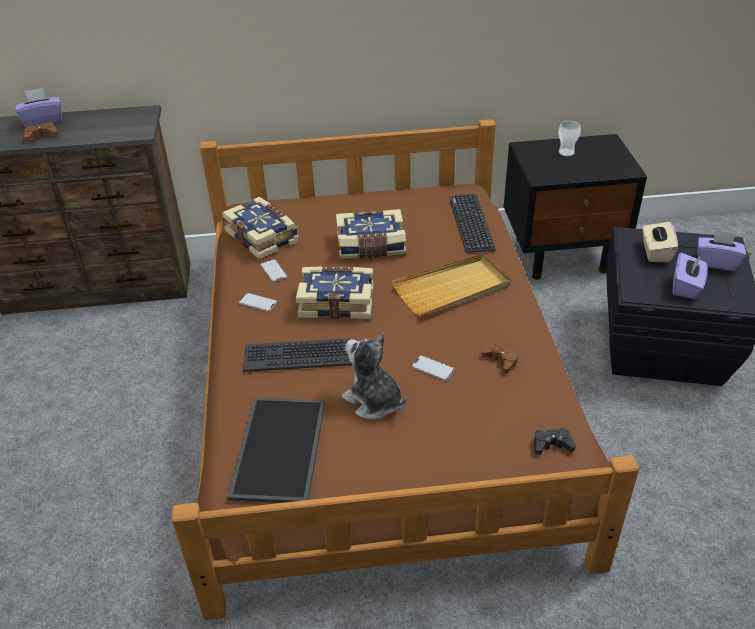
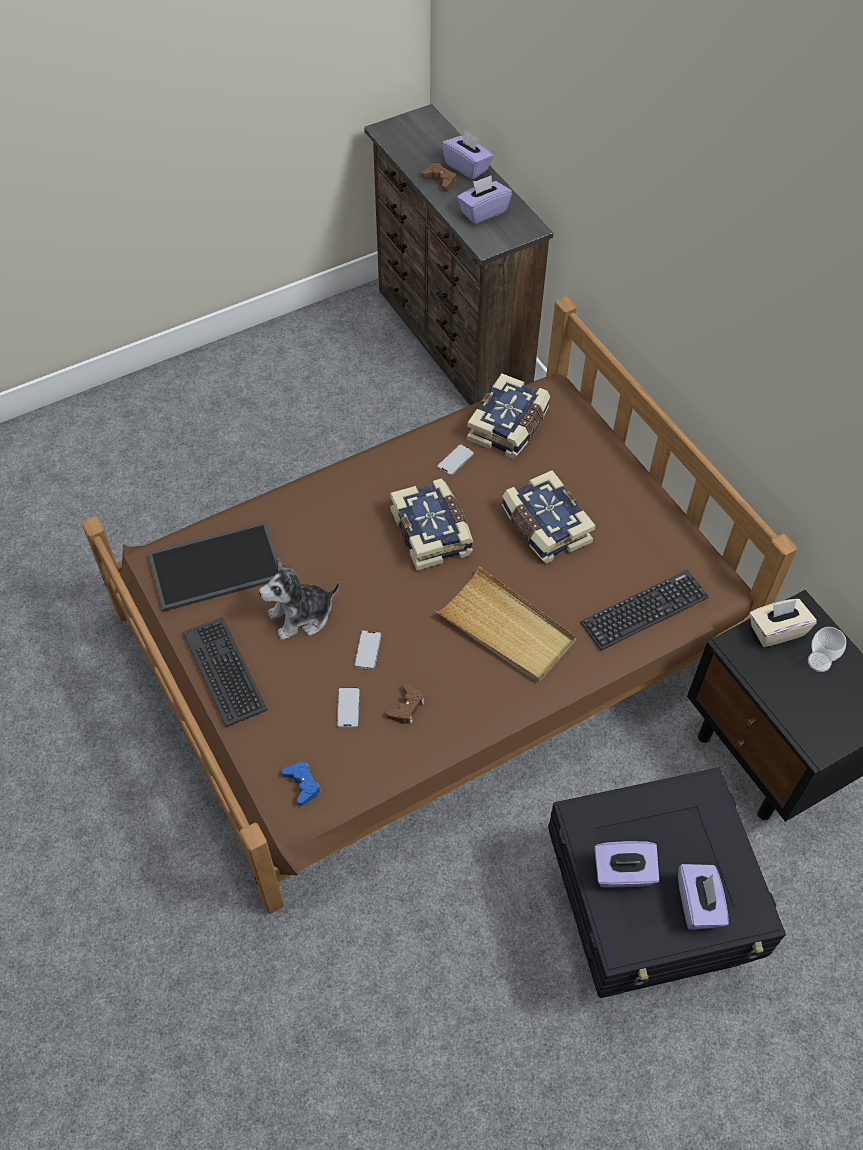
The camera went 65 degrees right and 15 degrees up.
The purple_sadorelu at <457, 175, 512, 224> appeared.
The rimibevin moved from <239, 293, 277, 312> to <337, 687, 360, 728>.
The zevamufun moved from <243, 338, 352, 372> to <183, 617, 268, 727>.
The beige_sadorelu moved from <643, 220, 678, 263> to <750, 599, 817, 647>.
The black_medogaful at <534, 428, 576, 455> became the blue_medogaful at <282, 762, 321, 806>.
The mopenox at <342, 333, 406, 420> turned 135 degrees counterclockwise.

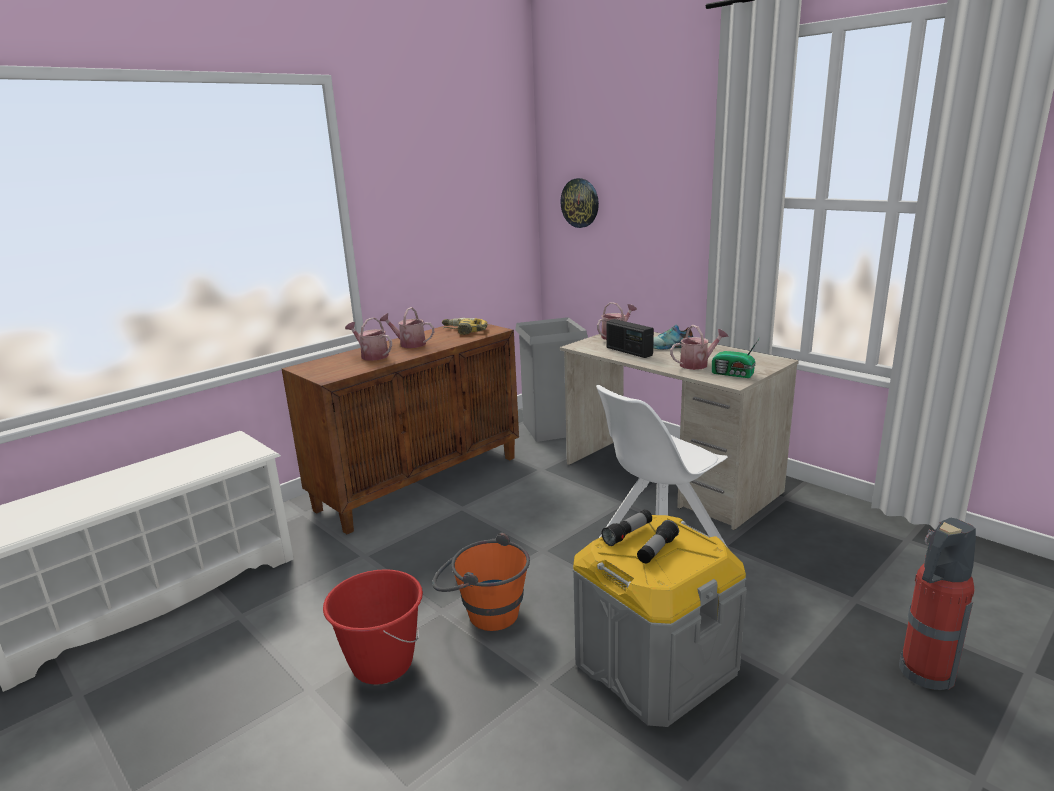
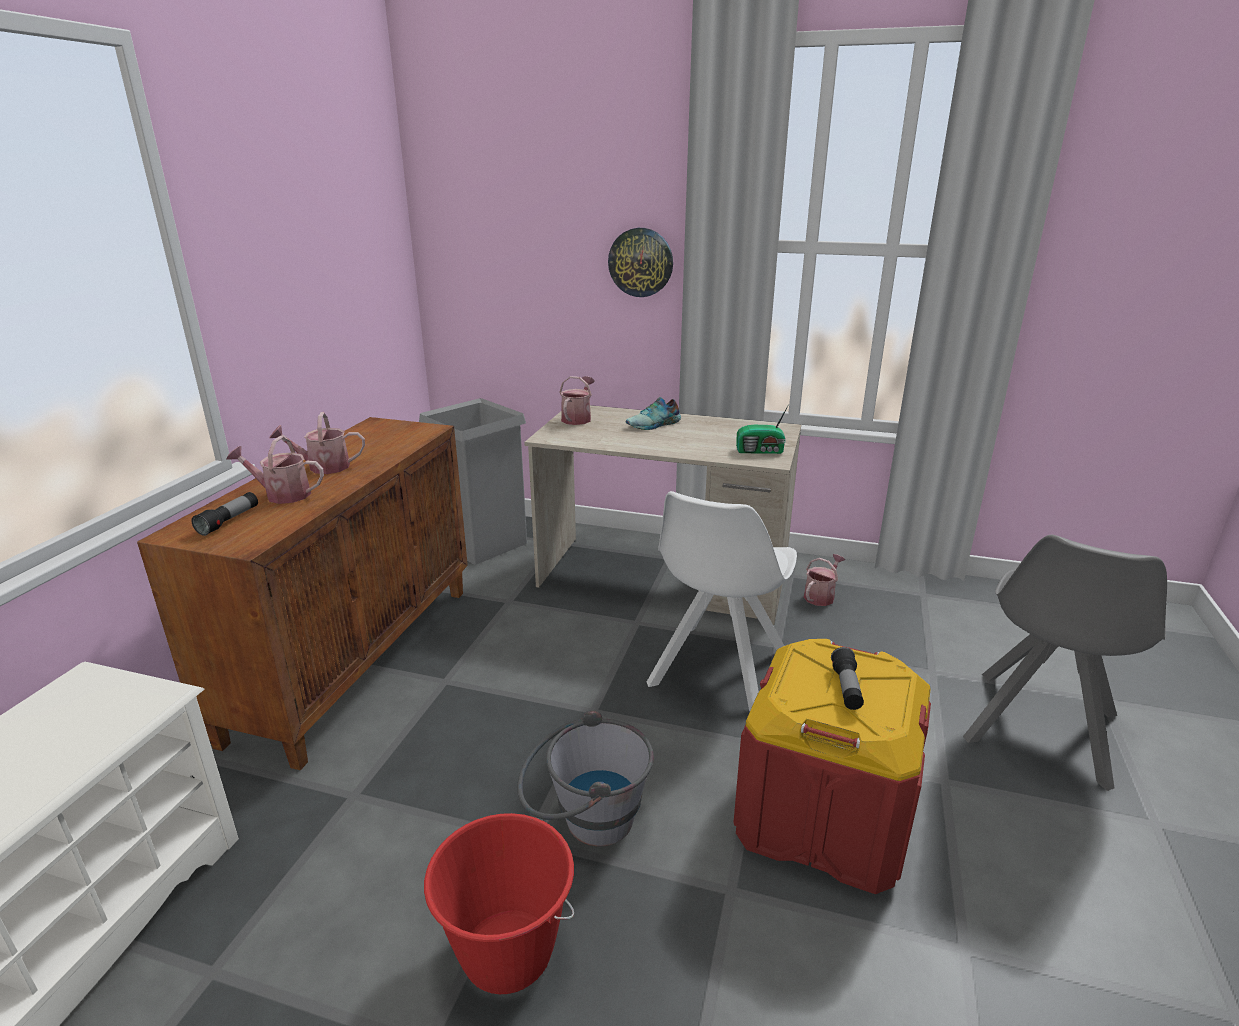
The camera went 30 degrees left and 5 degrees up.
The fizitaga at <442, 318, 487, 335> disappeared.
The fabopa at <606, 319, 654, 358> disappeared.
The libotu moved from <560, 178, 599, 228> to <608, 228, 673, 297>.
The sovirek moved from <601, 509, 652, 546> to <191, 492, 258, 536>.
The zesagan moved from <670, 325, 729, 370> to <804, 554, 845, 606>.
The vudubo at <899, 517, 976, 690> was replaced by the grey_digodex at <963, 535, 1167, 791>.
The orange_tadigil at <432, 532, 530, 631> became the grey_tadigil at <517, 710, 654, 846>.
The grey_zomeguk at <573, 515, 746, 727> became the red_zomeguk at <733, 639, 931, 894>.

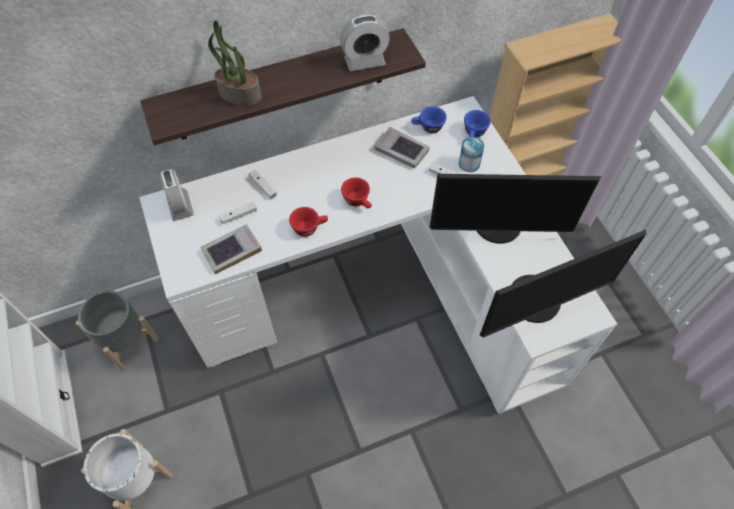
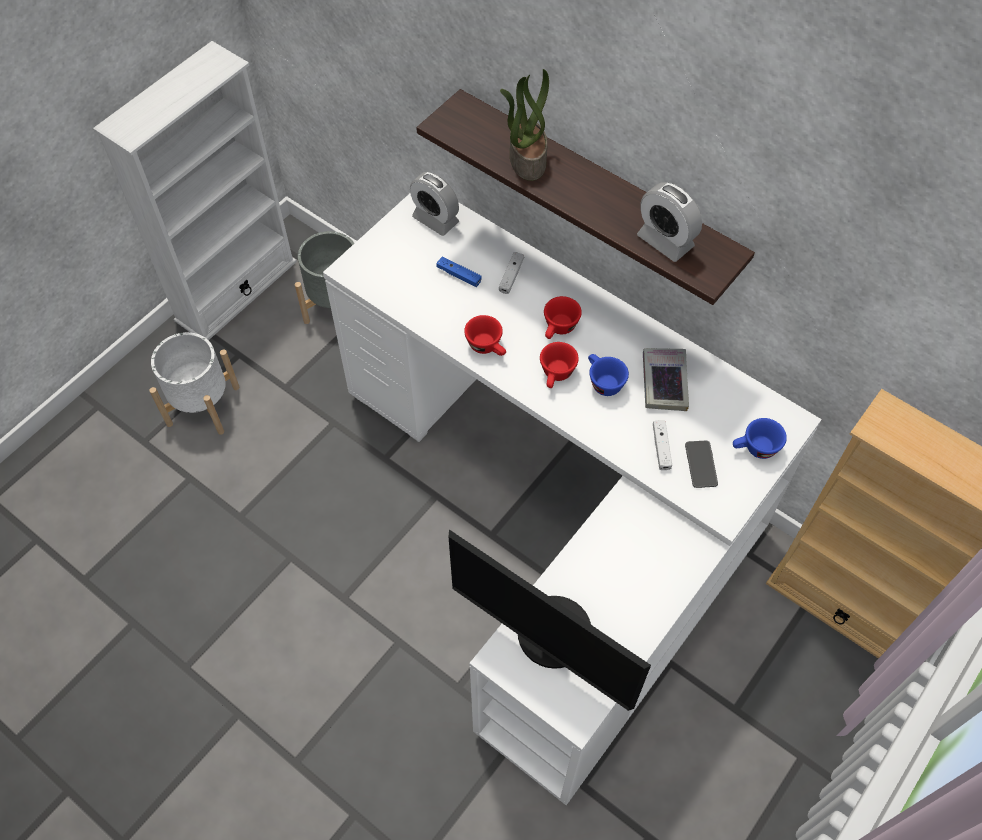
The camera went 60 degrees right and 0 degrees up.
The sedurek at <201, 224, 262, 275> disappeared.
The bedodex at <430, 174, 601, 244> disappeared.
The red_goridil at <544, 296, 582, 339> appeared.
The blue_goridil moved from <411, 106, 447, 133> to <588, 354, 629, 396>.
The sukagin at <459, 137, 484, 172> was replaced by the rimibevin at <685, 441, 718, 488>.
The white_medogaful at <219, 201, 257, 224> became the blue_medogaful at <437, 256, 481, 287>.
The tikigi at <160, 168, 194, 221> turned 90 degrees counterclockwise.

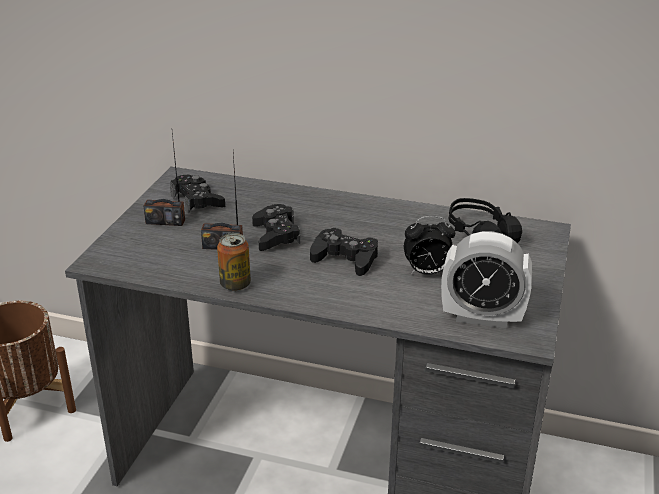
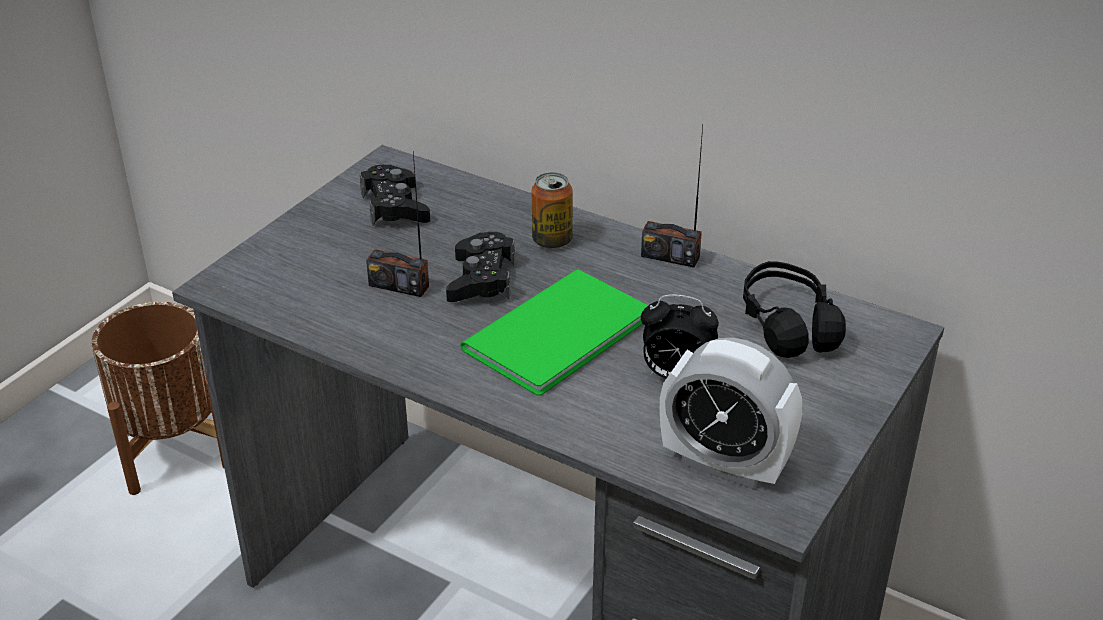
The camera went 15 degrees right and 5 degrees up.
The fabopa moved from <144, 133, 185, 226> to <641, 126, 703, 268>.
The sukagin moved from <217, 233, 251, 291> to <531, 172, 573, 249>.
The black_medogaful at <310, 228, 378, 276> was replaced by the green_sedurek at <460, 269, 648, 396>.

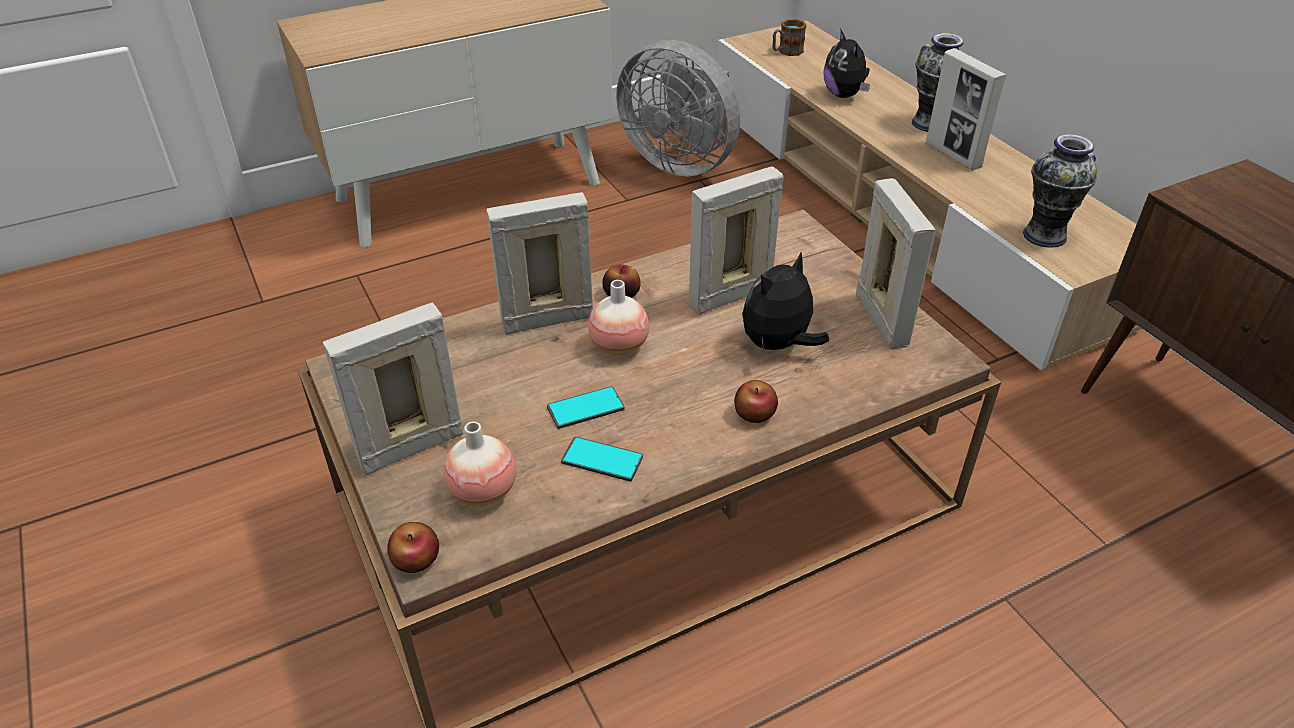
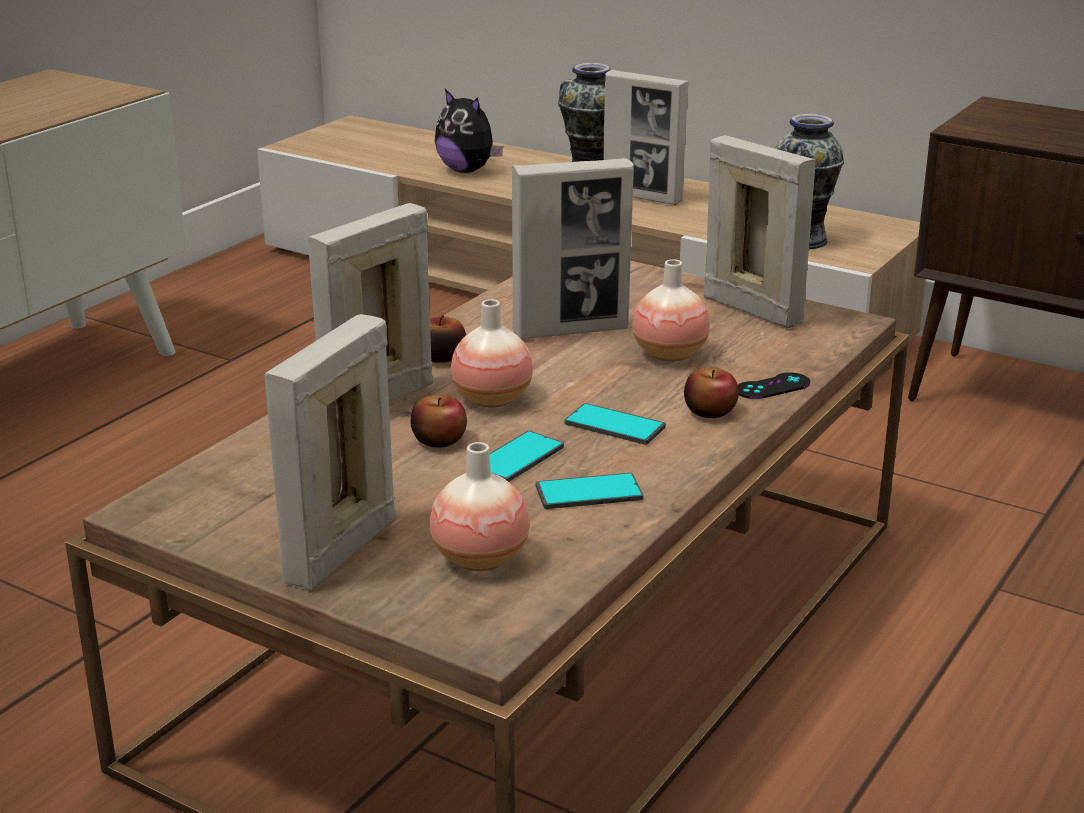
The camera went 30 degrees left and 15 degrees down.
The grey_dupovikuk at <616, 40, 740, 176> disappeared.
The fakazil at <773, 19, 807, 56> disappeared.
The rimibevin at <565, 403, 666, 445> appeared.
The black_medogaful at <738, 372, 810, 399> appeared.
The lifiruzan moved from <387, 522, 439, 573> to <411, 395, 467, 447>.
The mopenox at <742, 252, 829, 351> was replaced by the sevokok at <632, 259, 710, 362>.
The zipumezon at <689, 166, 783, 315> turned 135 degrees counterclockwise.

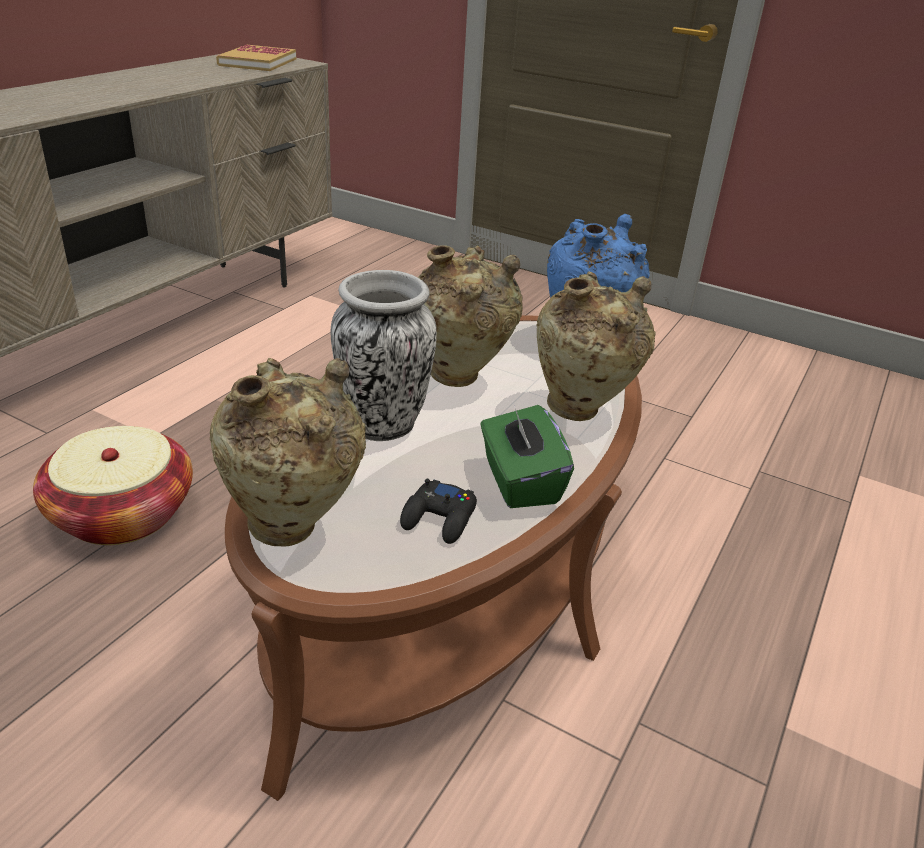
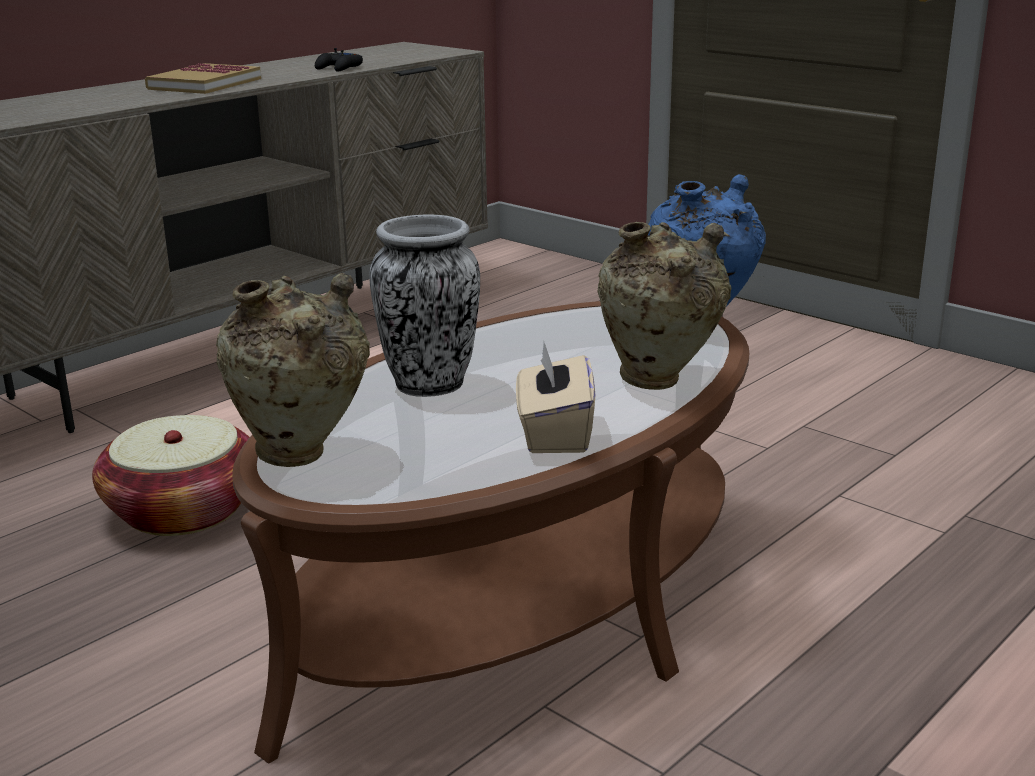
The camera went 15 degrees right and 10 degrees down.
The beige_sevokok at <418, 245, 523, 387> disappeared.
The sedurek moved from <216, 45, 296, 71> to <145, 63, 261, 94>.
The black_medogaful moved from <400, 479, 477, 544> to <315, 48, 363, 72>.
The green_sadorelu at <480, 403, 574, 508> became the beige_sadorelu at <516, 341, 595, 453>.

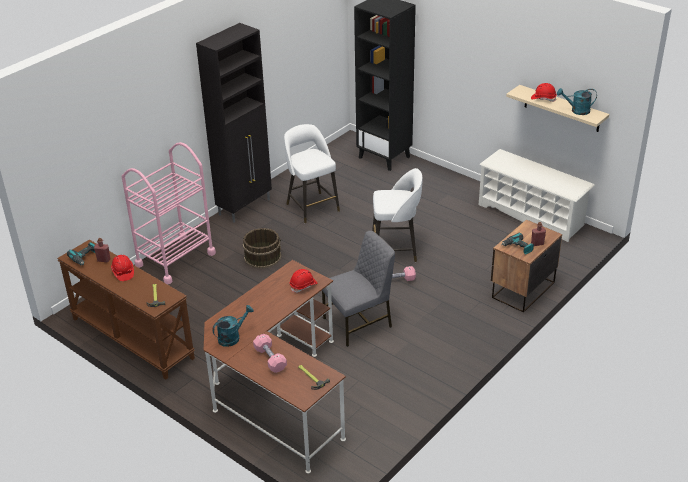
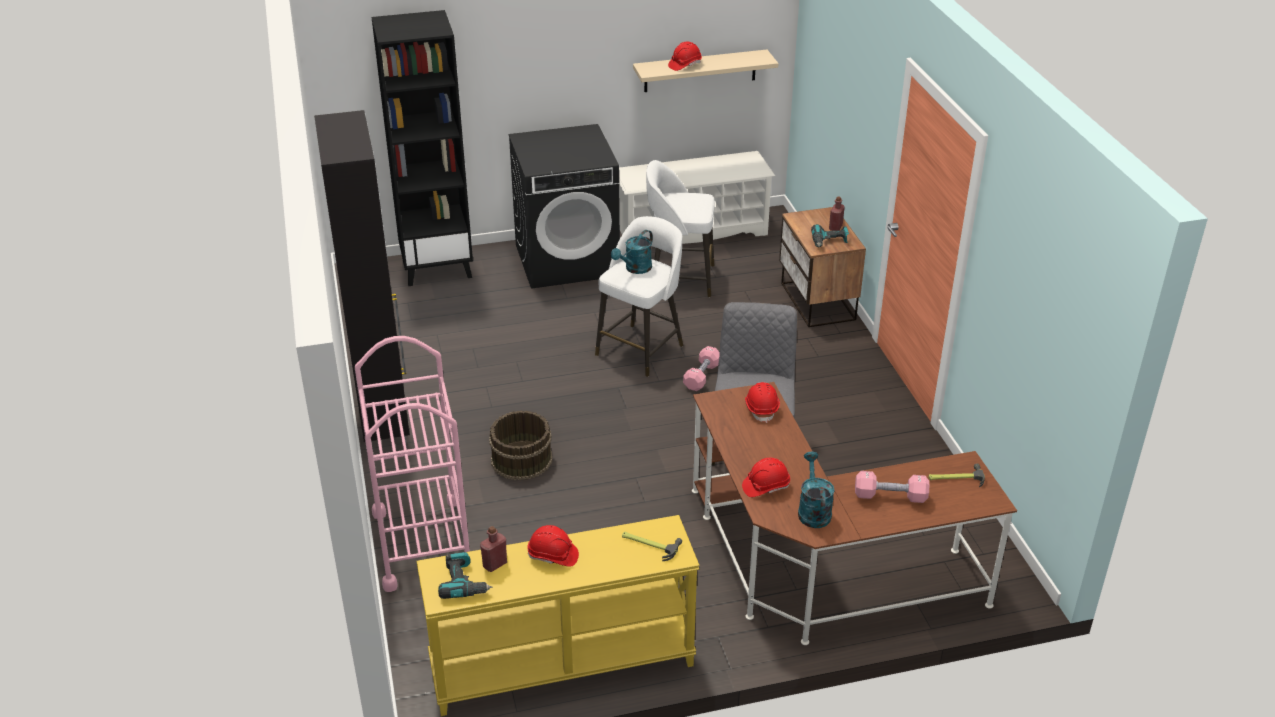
The camera went 55 degrees left and 0 degrees up.
The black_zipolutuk at <509, 124, 620, 289> appeared.
The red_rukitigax at <742, 458, 790, 497> appeared.
The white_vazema moved from <284, 124, 340, 223> to <646, 160, 715, 297>.
The turquoise_zesagan moved from <557, 88, 597, 115> to <611, 230, 653, 274>.
The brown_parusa at <57, 239, 195, 380> became the yellow_parusa at <416, 515, 700, 716>.

